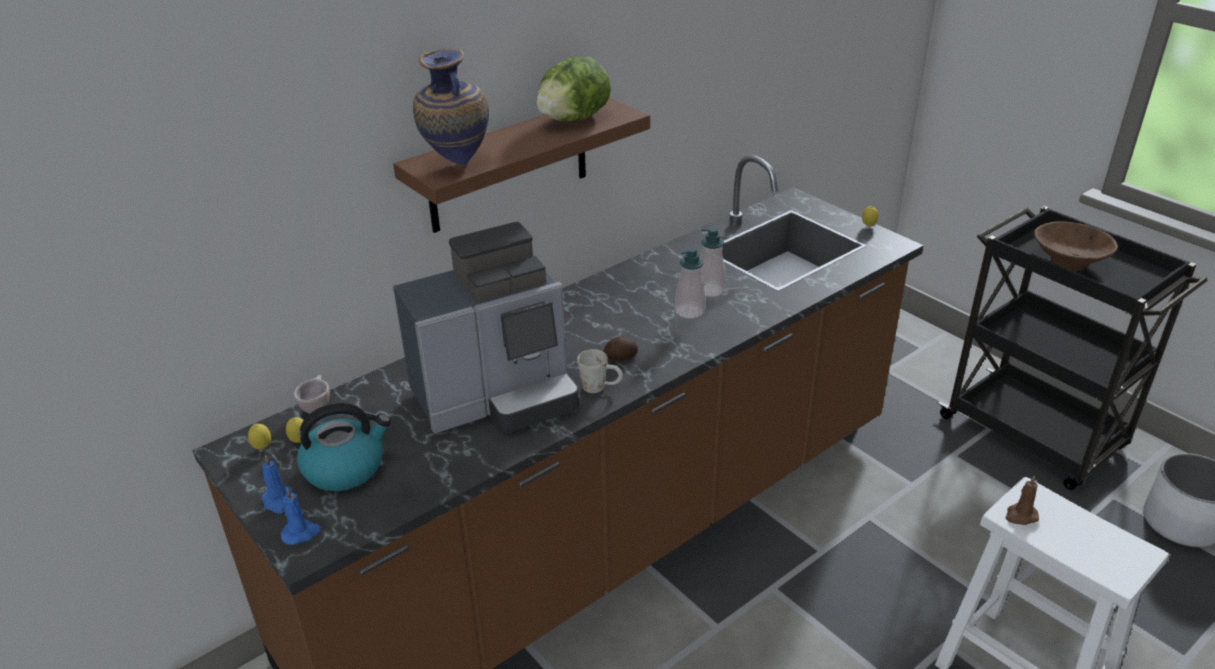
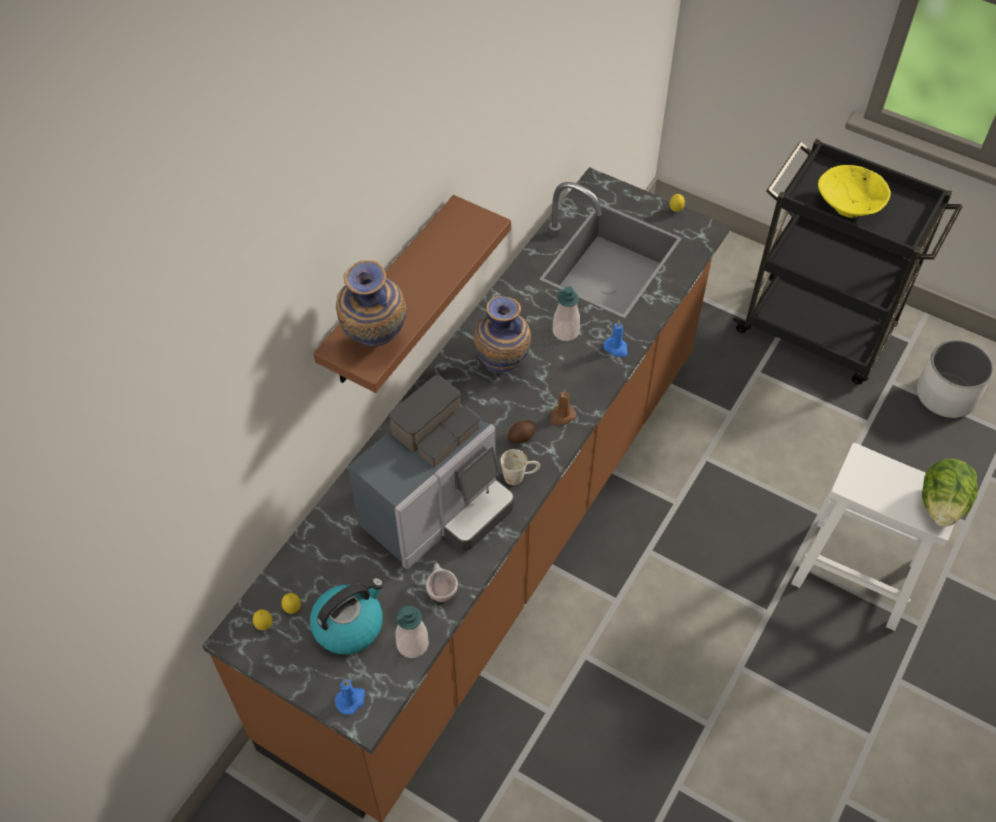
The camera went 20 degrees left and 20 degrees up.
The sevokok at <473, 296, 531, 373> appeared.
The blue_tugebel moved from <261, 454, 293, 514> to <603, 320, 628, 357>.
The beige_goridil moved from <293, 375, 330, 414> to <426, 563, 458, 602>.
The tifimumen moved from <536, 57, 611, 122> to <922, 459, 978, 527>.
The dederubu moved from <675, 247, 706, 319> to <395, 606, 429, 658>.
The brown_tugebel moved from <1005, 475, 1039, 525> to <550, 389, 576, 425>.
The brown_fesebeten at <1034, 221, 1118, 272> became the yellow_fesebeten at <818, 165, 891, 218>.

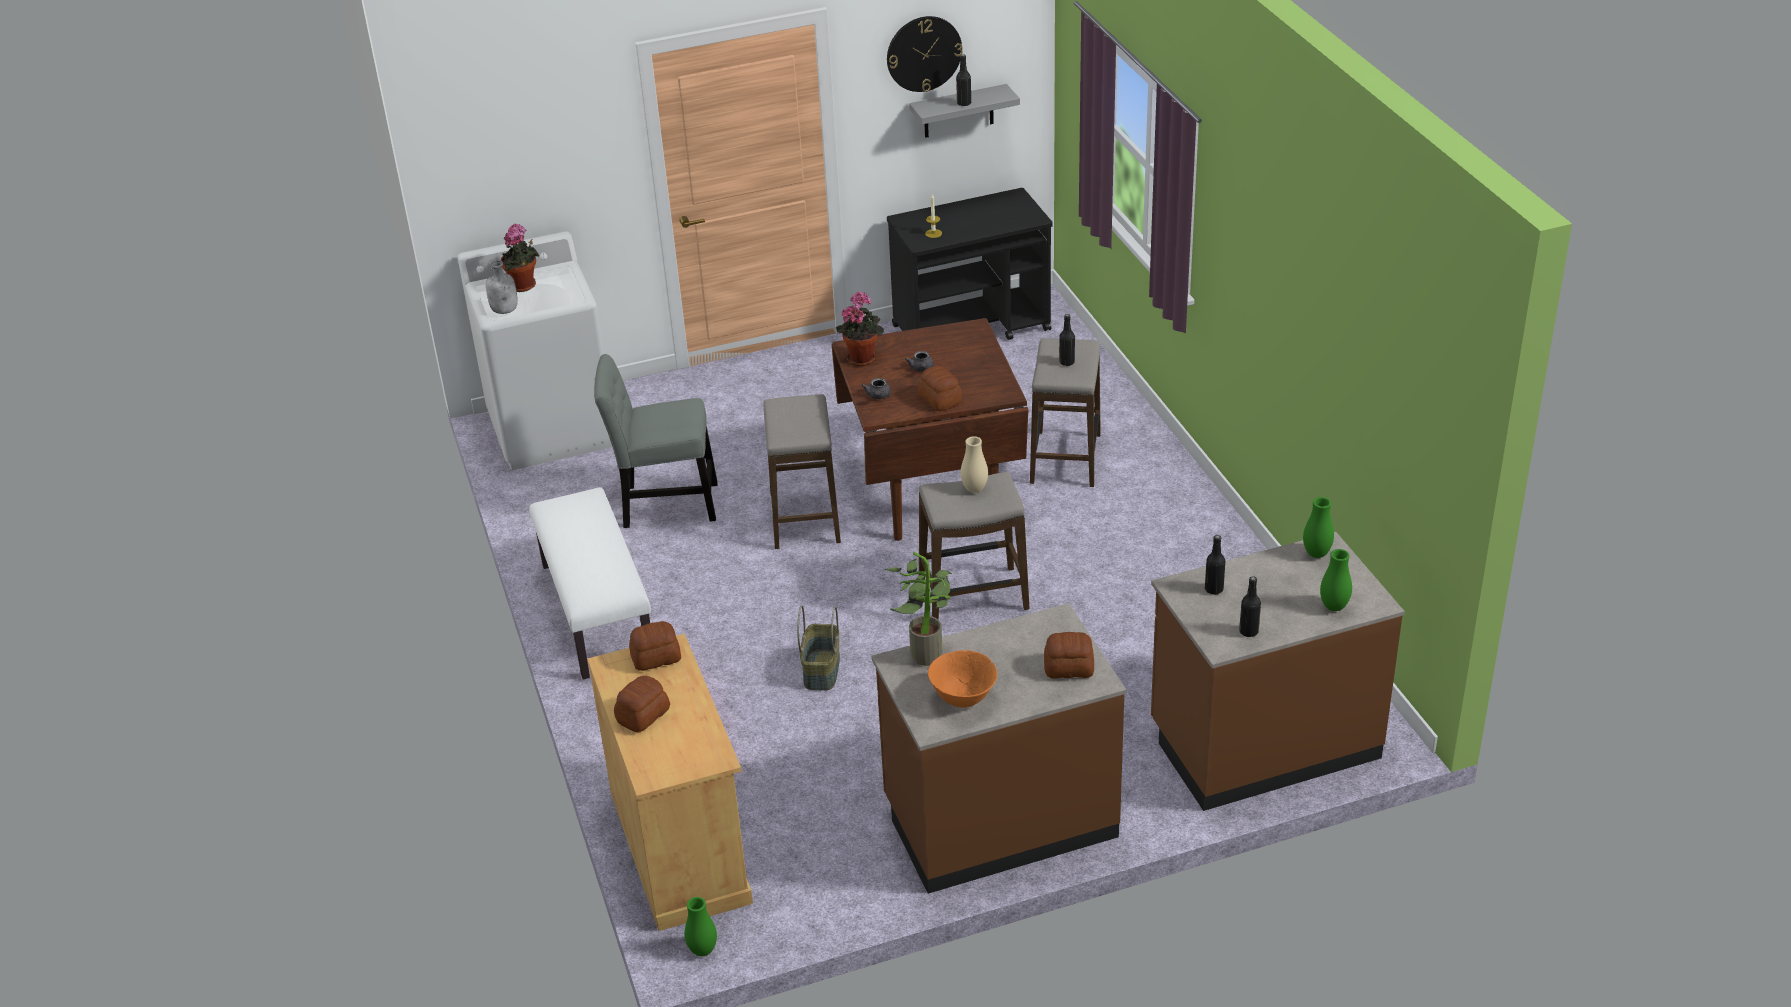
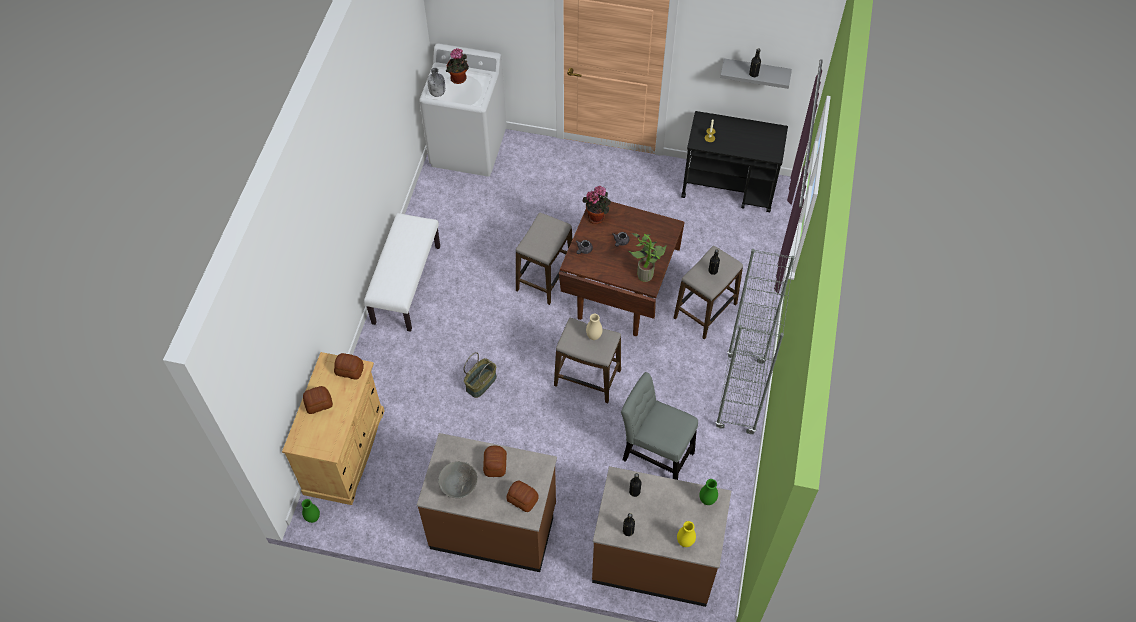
The camera went 30 degrees right and 20 degrees up.
The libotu at <887, 16, 962, 92> disappeared.
The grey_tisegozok at <715, 249, 795, 434> appeared.
The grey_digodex moved from <594, 354, 718, 528> to <621, 372, 698, 480>.
The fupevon moved from <885, 552, 952, 666> to <629, 233, 667, 282>.
The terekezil moved from <918, 366, 962, 411> to <483, 446, 507, 477>.
The orange_fesebeten at <928, 650, 997, 708> became the grey_fesebeten at <438, 461, 478, 498>.
The green_sevokok at <1320, 549, 1352, 611> became the yellow_sevokok at <677, 521, 696, 547>.

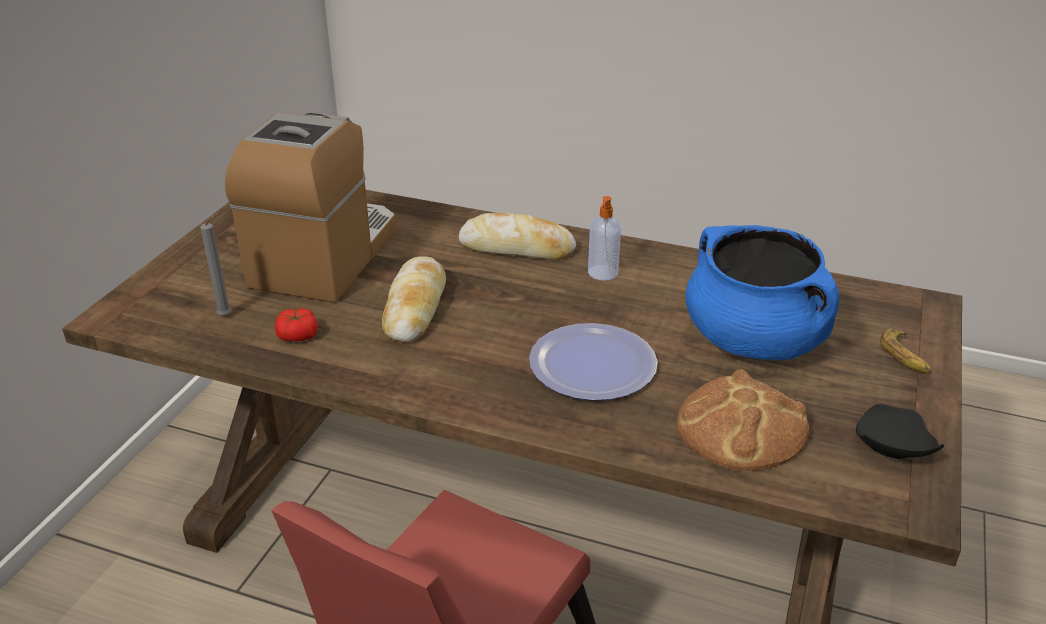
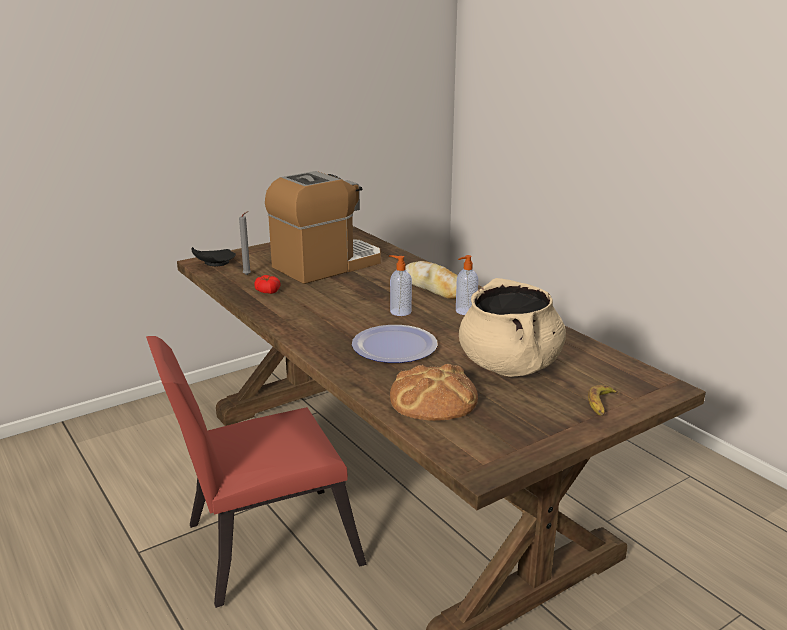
The camera went 35 degrees right and 10 degrees down.
The terekezil at <382, 256, 446, 342> disappeared.
The dederubu at <389, 255, 412, 316> appeared.
The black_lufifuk moved from <856, 404, 944, 458> to <192, 247, 236, 266>.
The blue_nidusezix at <686, 225, 839, 360> became the beige_nidusezix at <459, 278, 566, 377>.

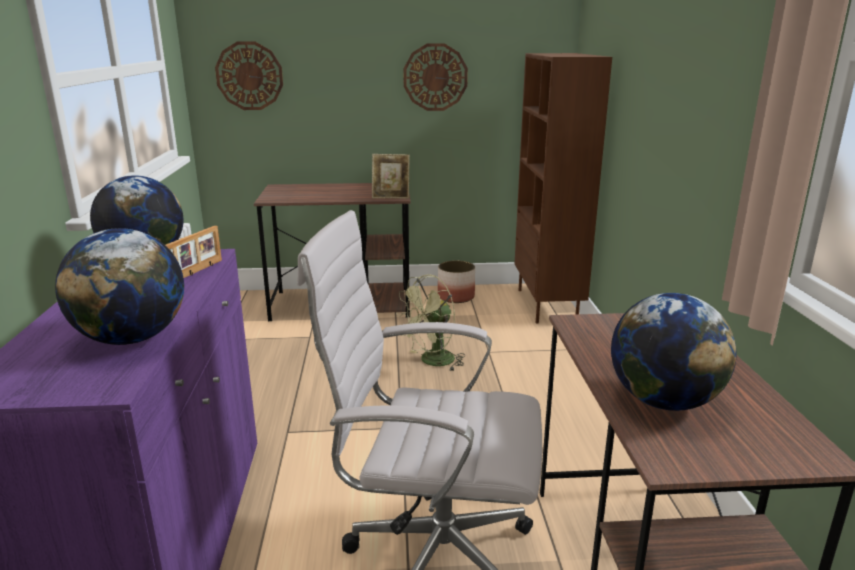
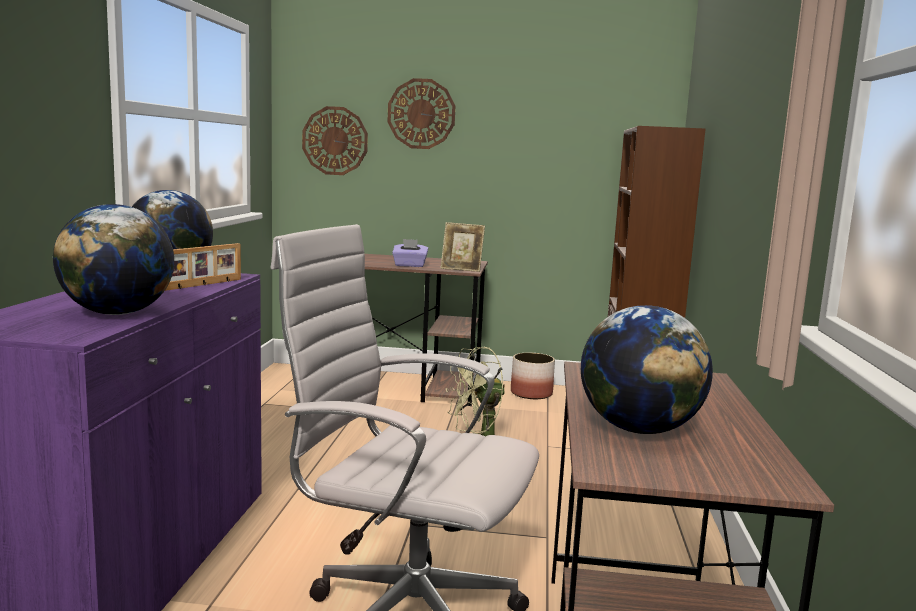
The camera went 10 degrees right and 10 degrees down.
The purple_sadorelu at <392, 239, 428, 267> appeared.
The libotu moved from <403, 43, 468, 111> to <388, 78, 455, 149>.

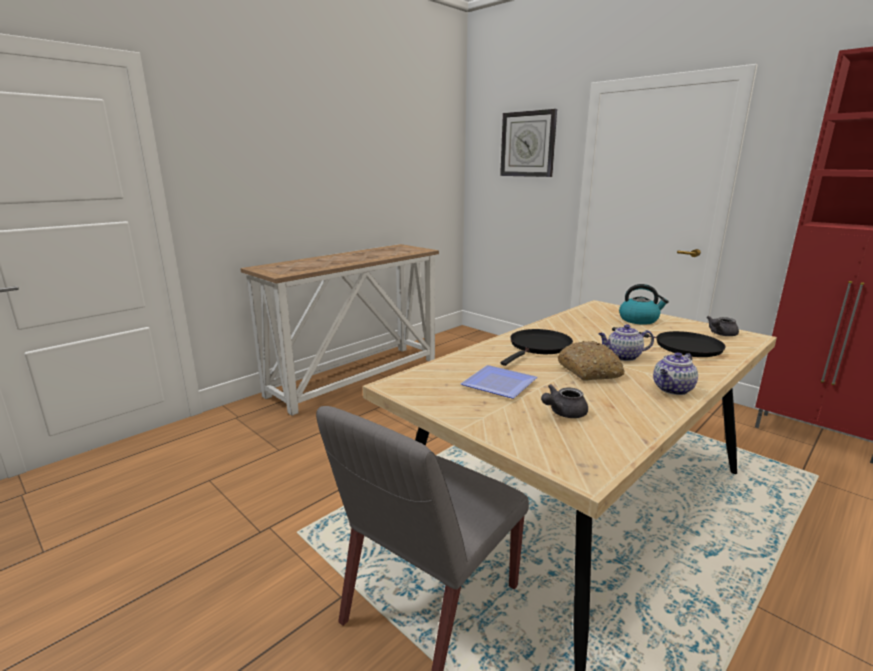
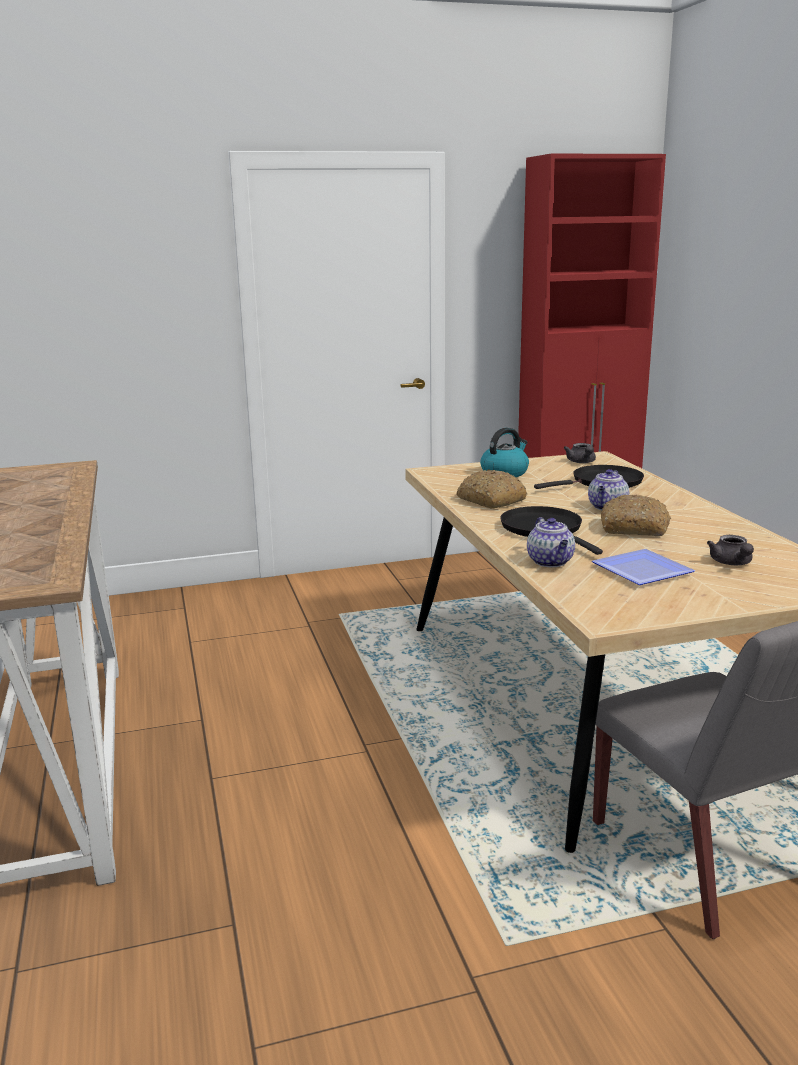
The camera went 60 degrees left and 0 degrees up.
The libotu at <500, 109, 557, 177> disappeared.
The terekezil at <456, 469, 527, 508> appeared.
The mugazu moved from <653, 352, 698, 395> to <527, 517, 575, 567>.

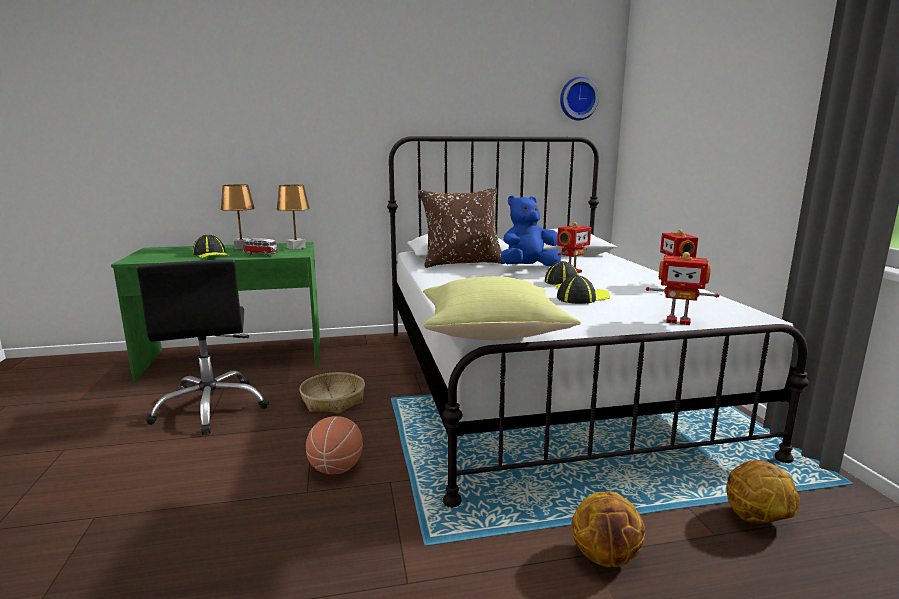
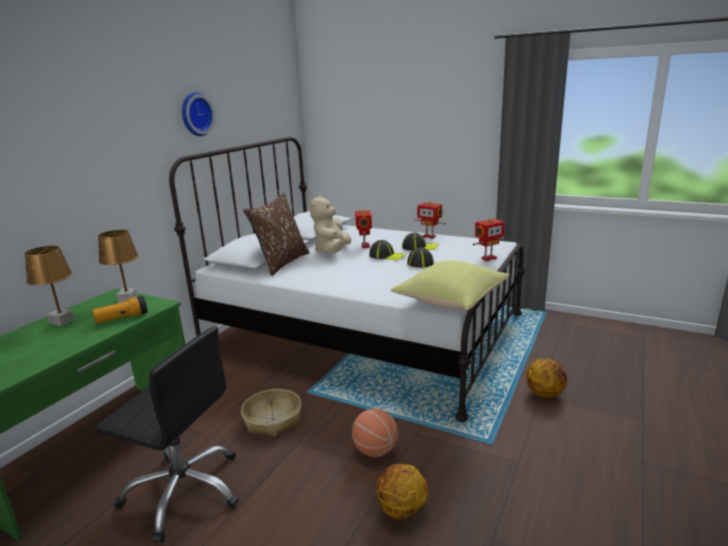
The camera went 50 degrees left and 5 degrees up.
The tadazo moved from <193, 235, 229, 258> to <402, 233, 439, 251>.
The libotu moved from <560, 77, 599, 120> to <182, 92, 215, 136>.
The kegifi moved from <726, 461, 800, 524> to <376, 464, 428, 520>.
The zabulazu at <243, 238, 278, 256> was replaced by the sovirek at <92, 296, 148, 324>.
The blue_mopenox at <501, 196, 561, 266> became the beige_mopenox at <309, 196, 351, 253>.

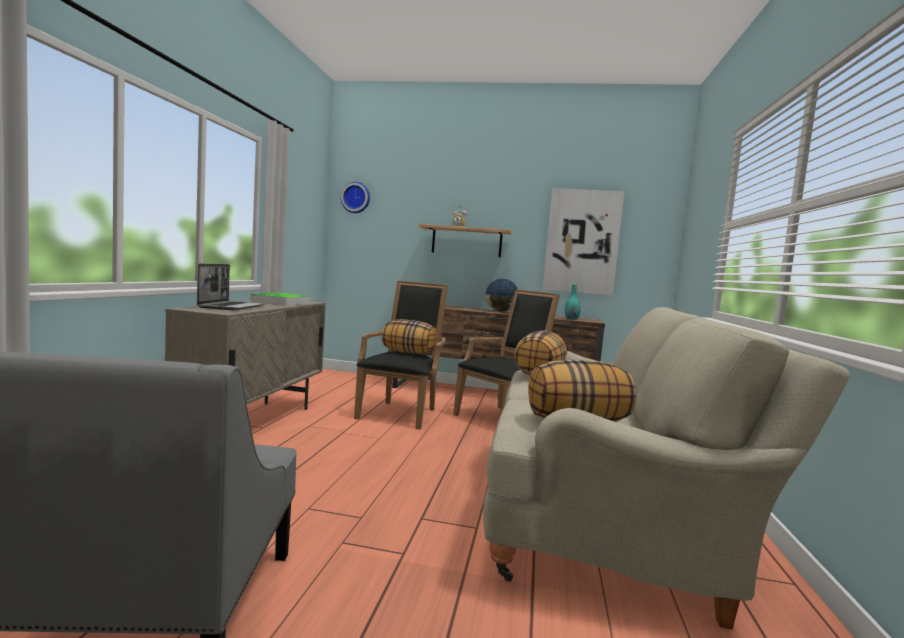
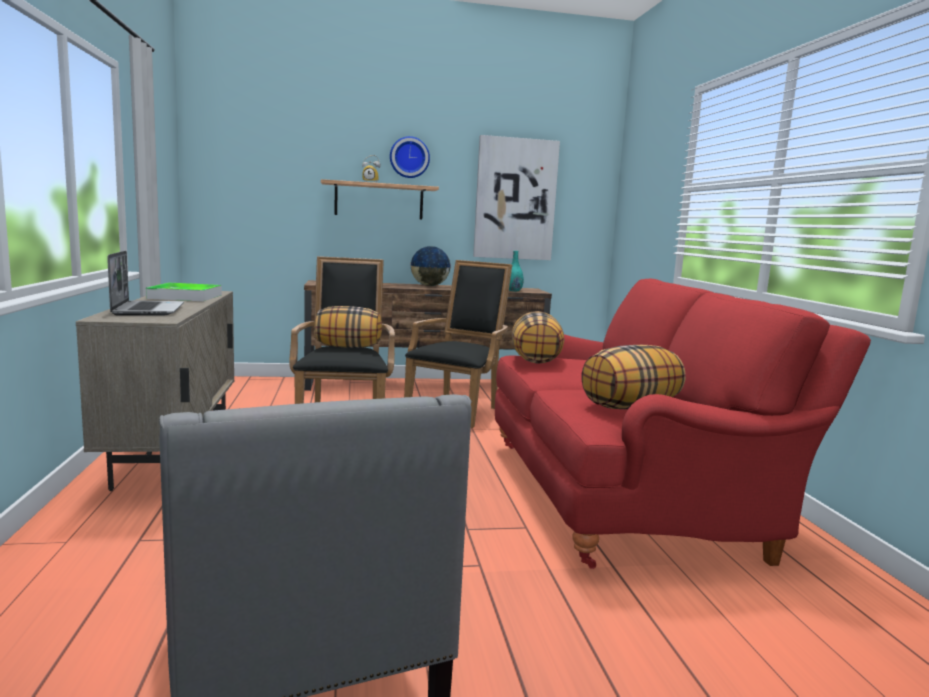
The camera went 20 degrees left and 5 degrees up.
The libotu moved from <341, 182, 370, 213> to <390, 136, 430, 178>.
The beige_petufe at <483, 307, 850, 630> became the red_petufe at <495, 279, 871, 569>.

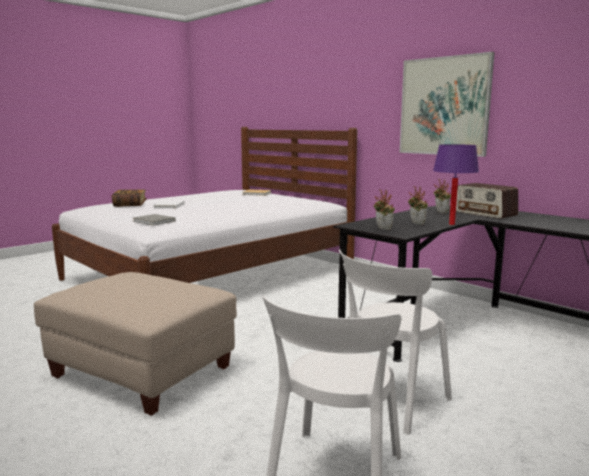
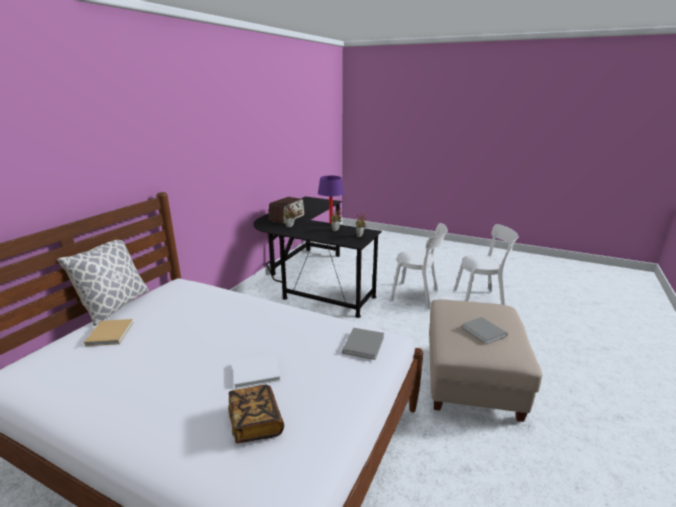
The camera went 110 degrees left and 10 degrees up.
The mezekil at <400, 52, 495, 157> disappeared.
The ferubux at <57, 240, 149, 326> appeared.
The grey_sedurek at <462, 317, 508, 344> appeared.

